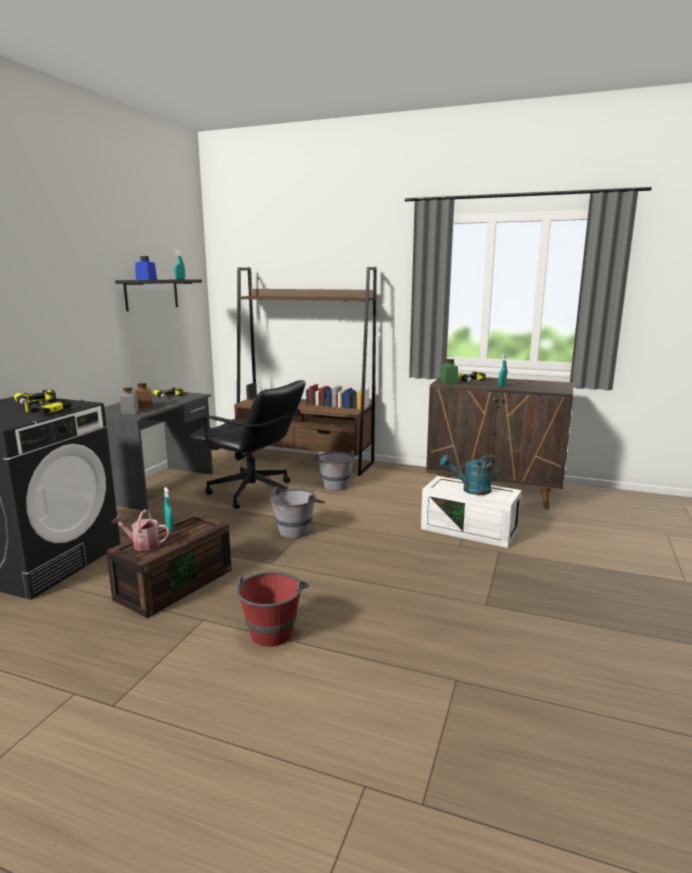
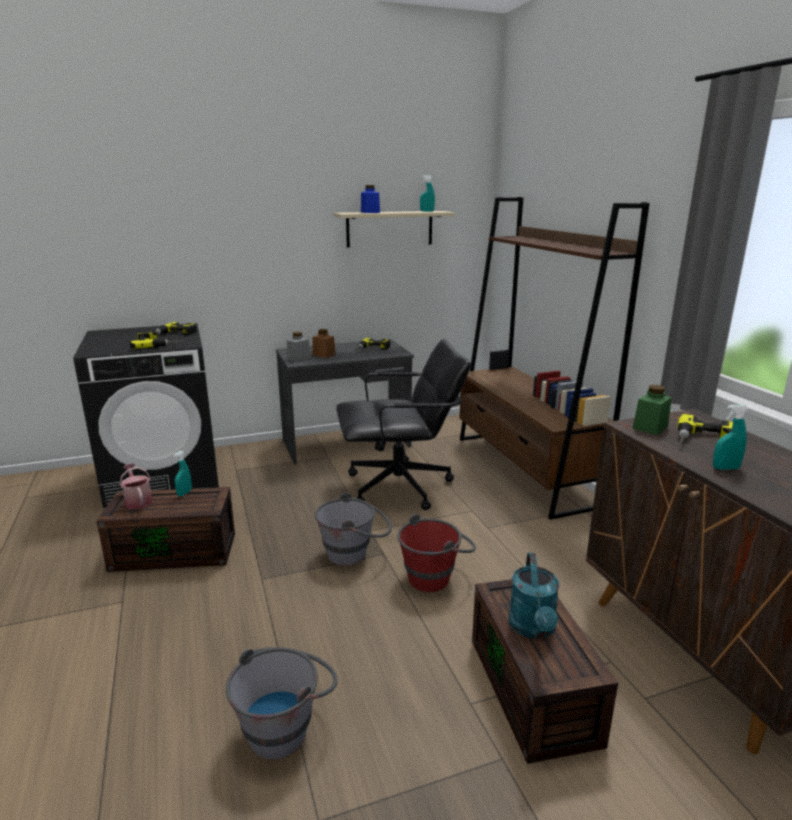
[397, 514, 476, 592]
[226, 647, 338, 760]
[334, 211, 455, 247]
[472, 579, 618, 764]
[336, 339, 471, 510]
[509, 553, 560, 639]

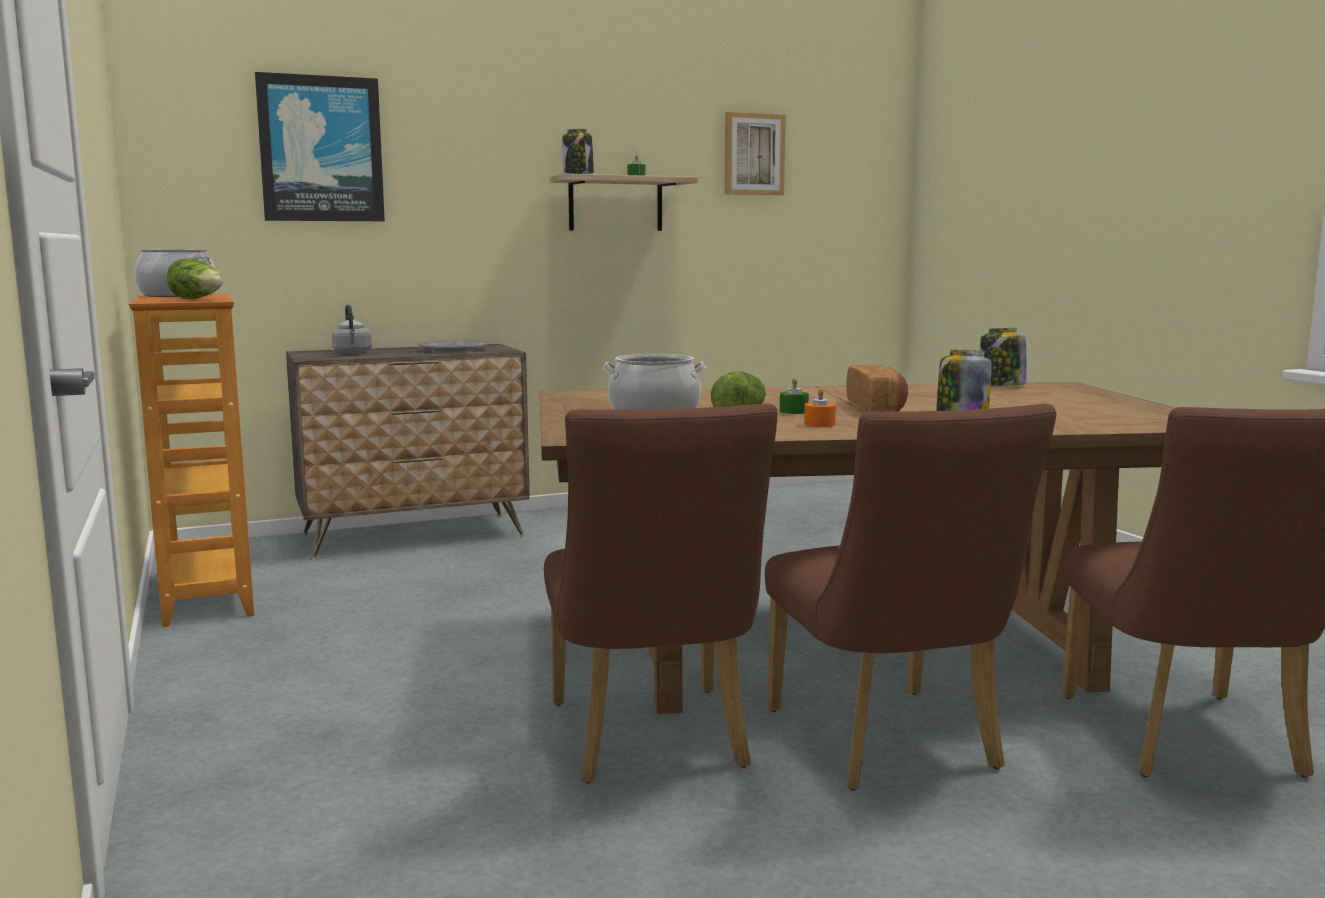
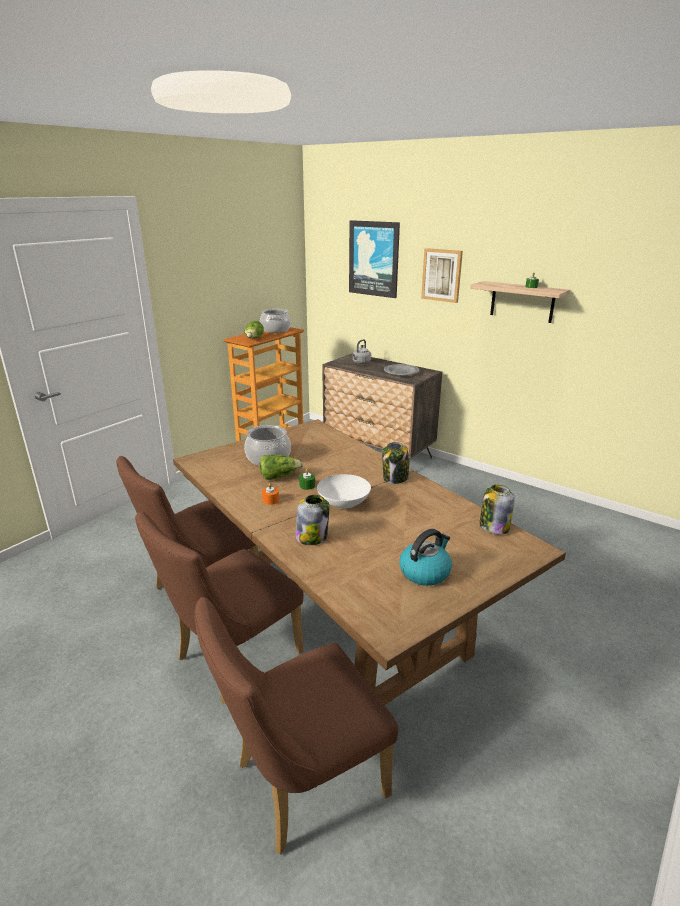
[399, 529, 452, 586]
[382, 442, 409, 484]
[421, 248, 463, 303]
[317, 474, 371, 509]

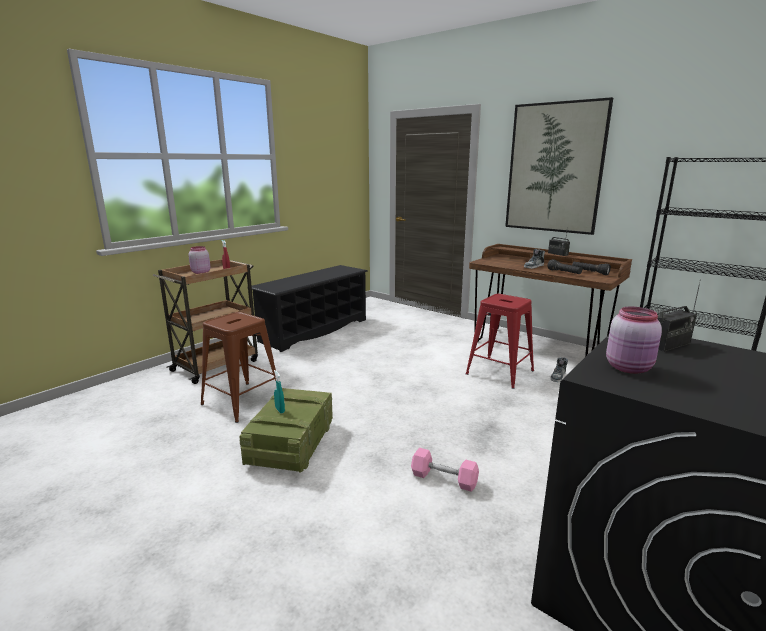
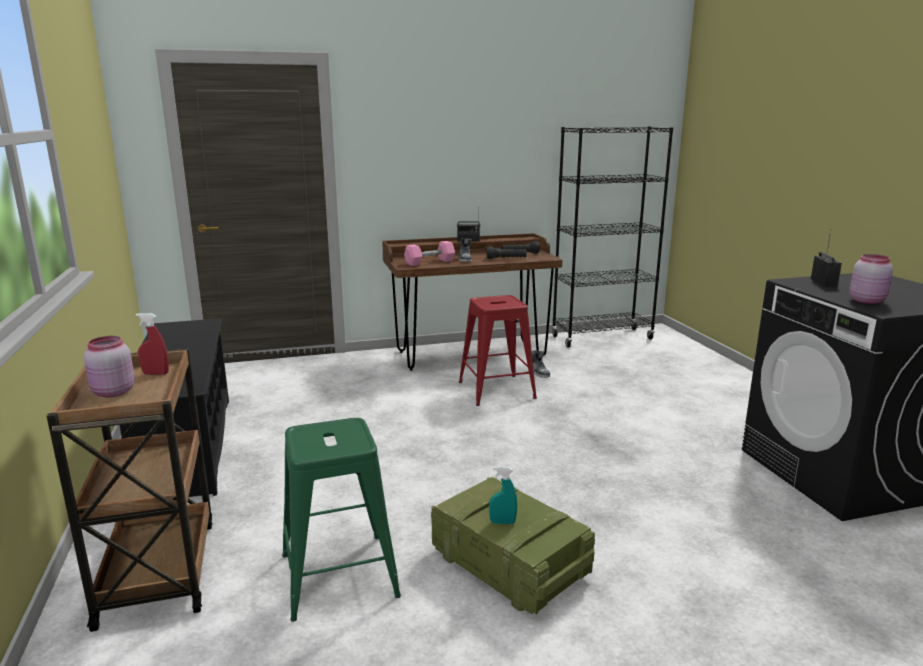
[505, 97, 613, 235] (first image)
[404, 241, 455, 266]
[282, 418, 401, 622]

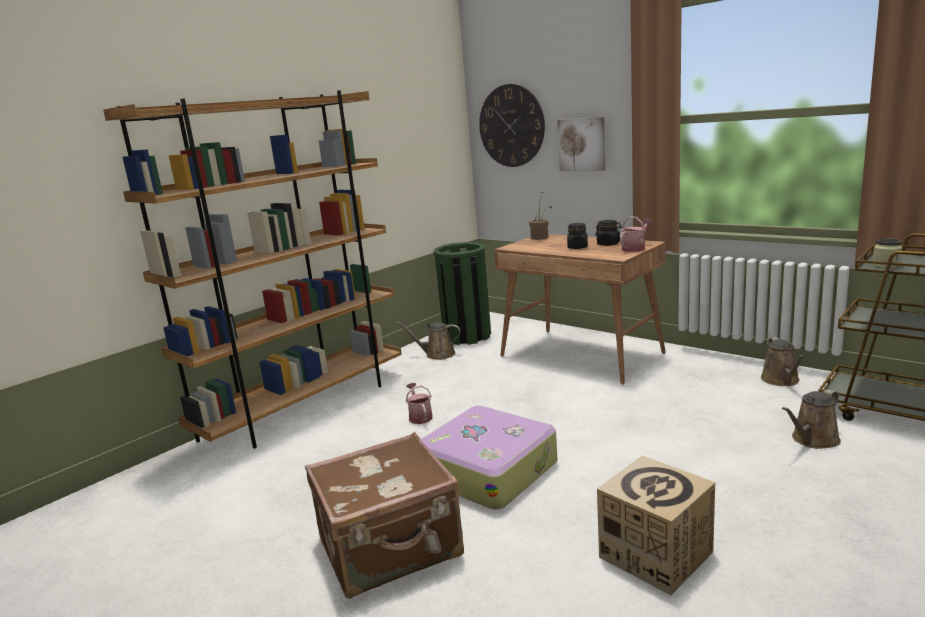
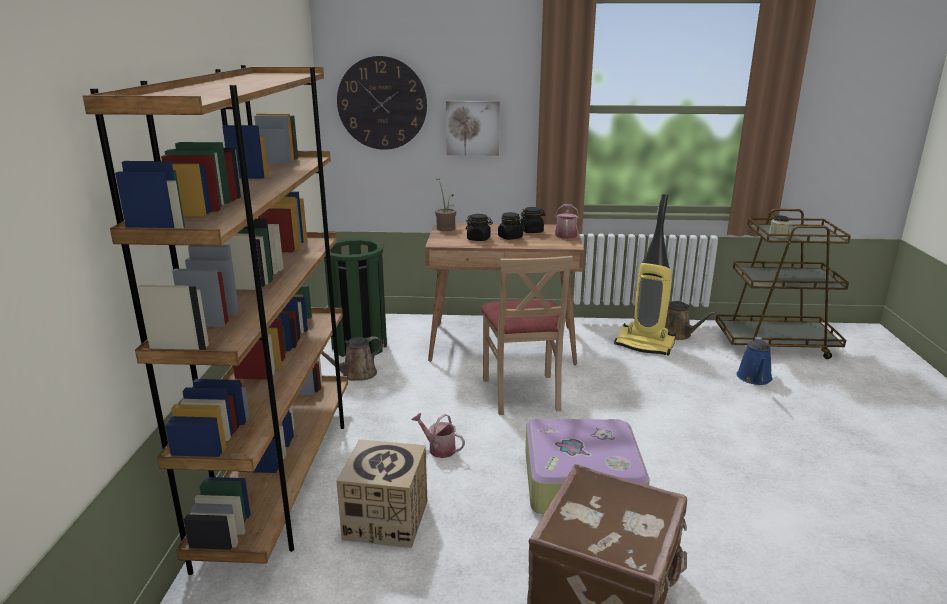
[466, 214, 493, 241]
[481, 256, 573, 415]
[614, 194, 676, 356]
[336, 439, 427, 548]
[736, 337, 773, 385]

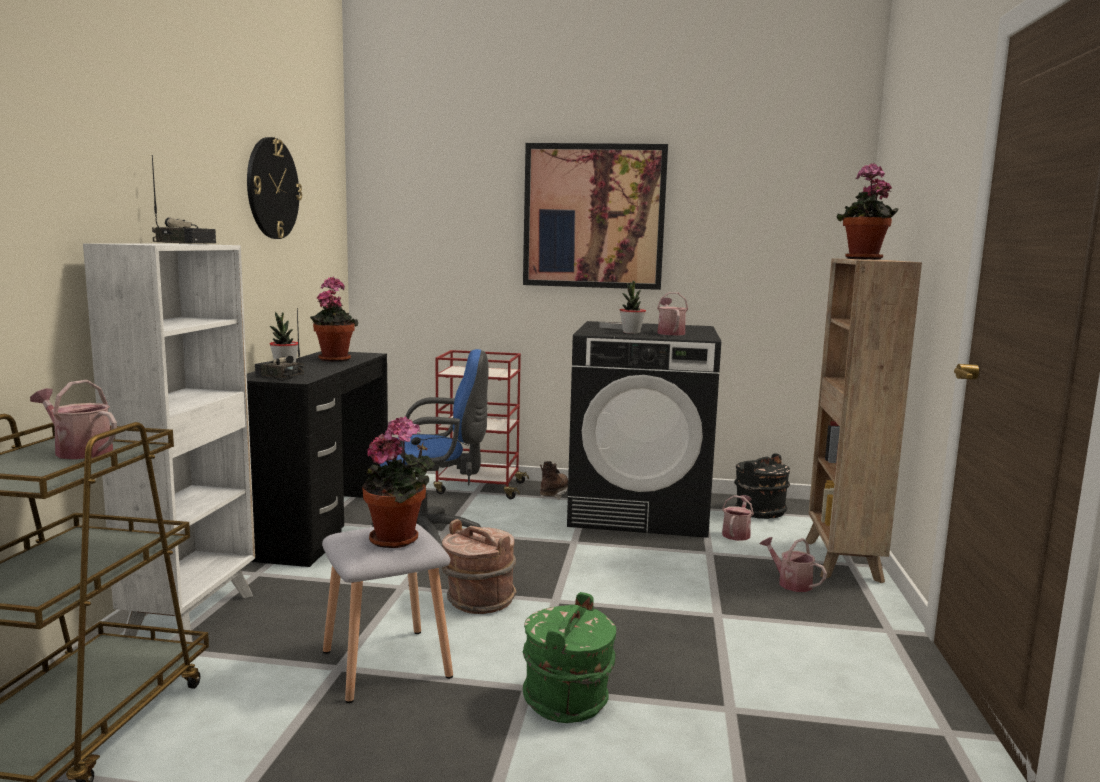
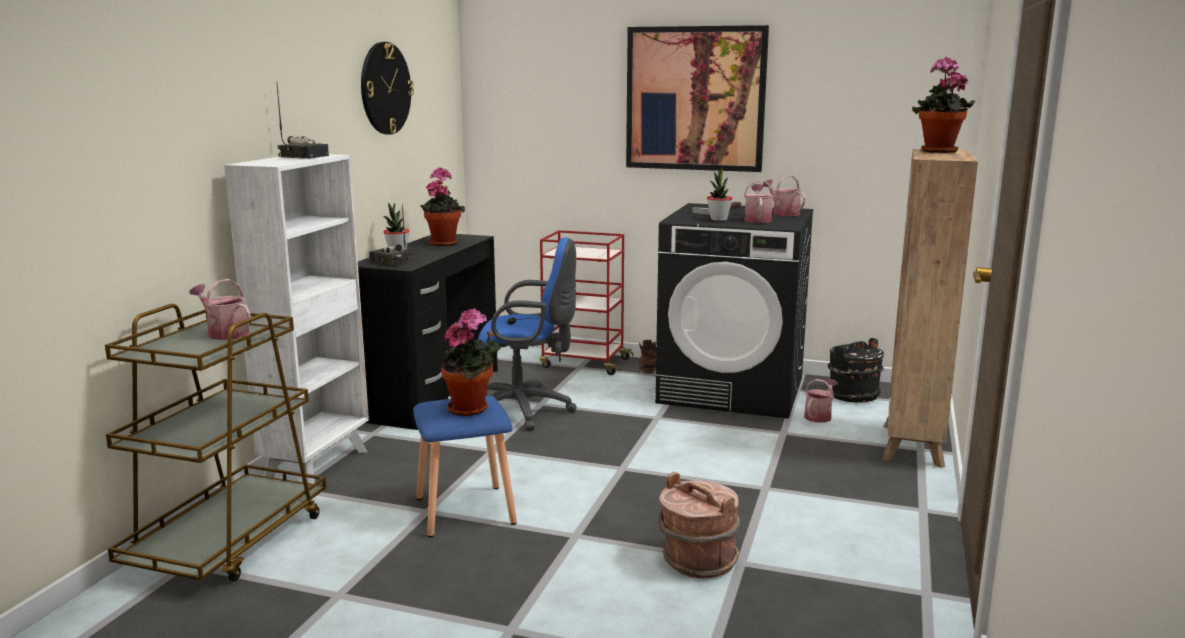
[523, 592, 616, 723] (first image)
[659, 472, 740, 578]
[763, 175, 806, 216]
[413, 395, 517, 537]

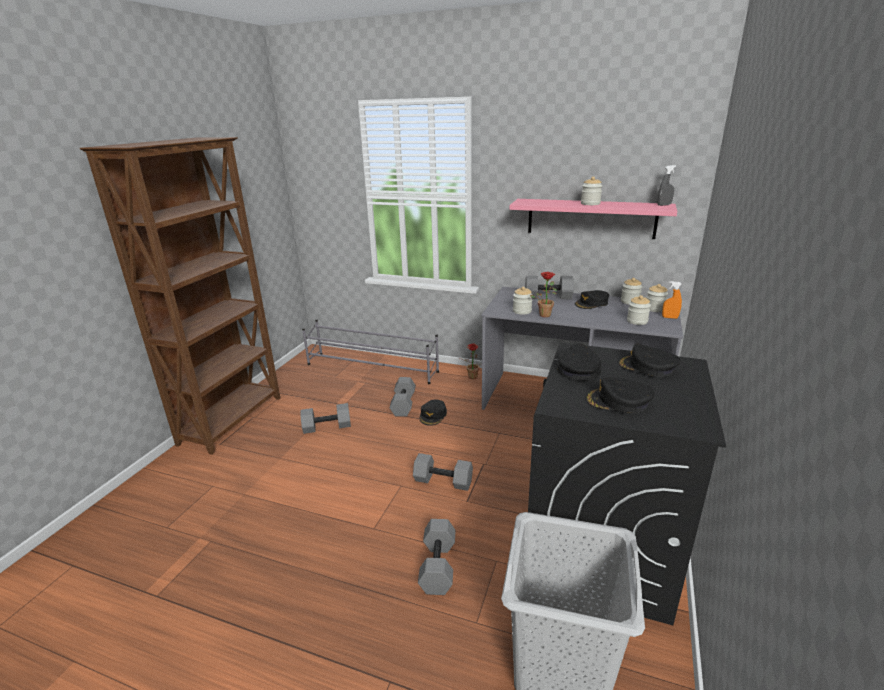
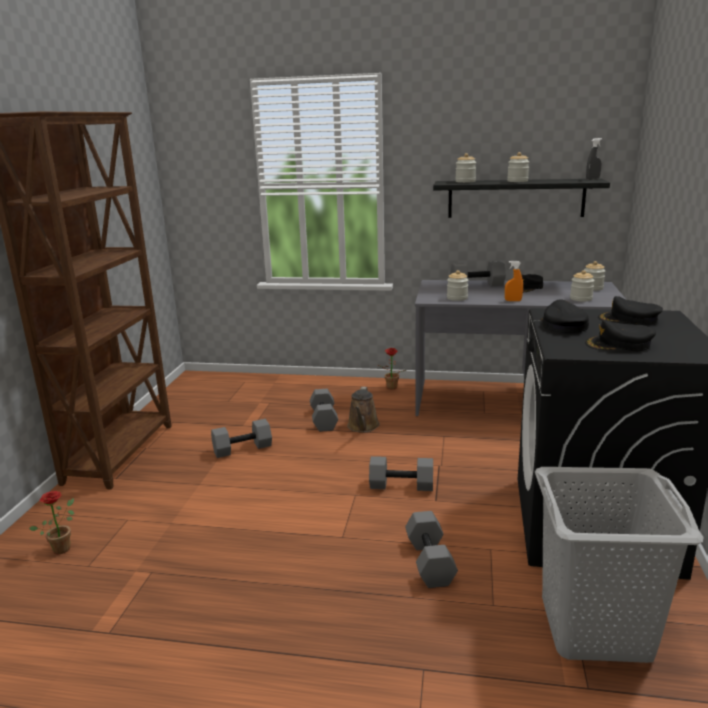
[302, 320, 439, 384] (first image)
[29, 491, 75, 554]
[455, 153, 476, 183]
[505, 261, 523, 301]
[347, 387, 380, 433]
[433, 179, 610, 218]

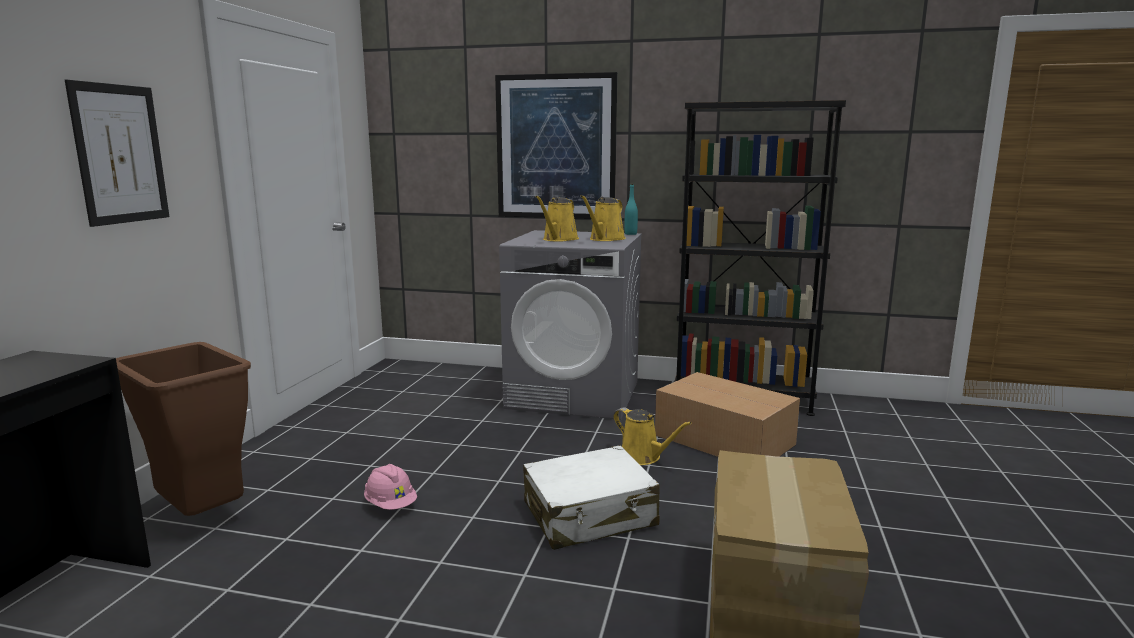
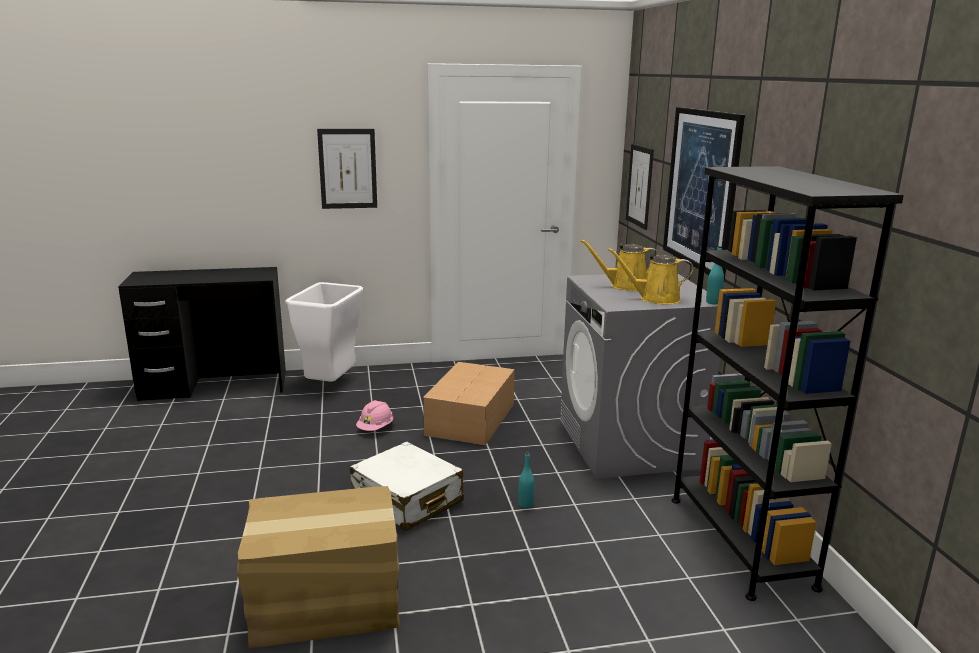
[626, 144, 654, 230]
[423, 362, 515, 446]
[518, 452, 534, 508]
[285, 282, 363, 382]

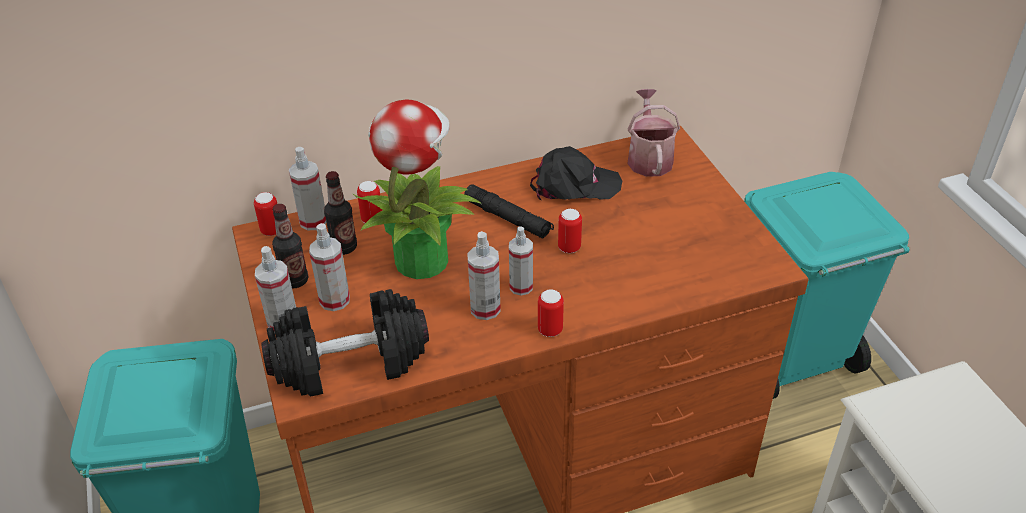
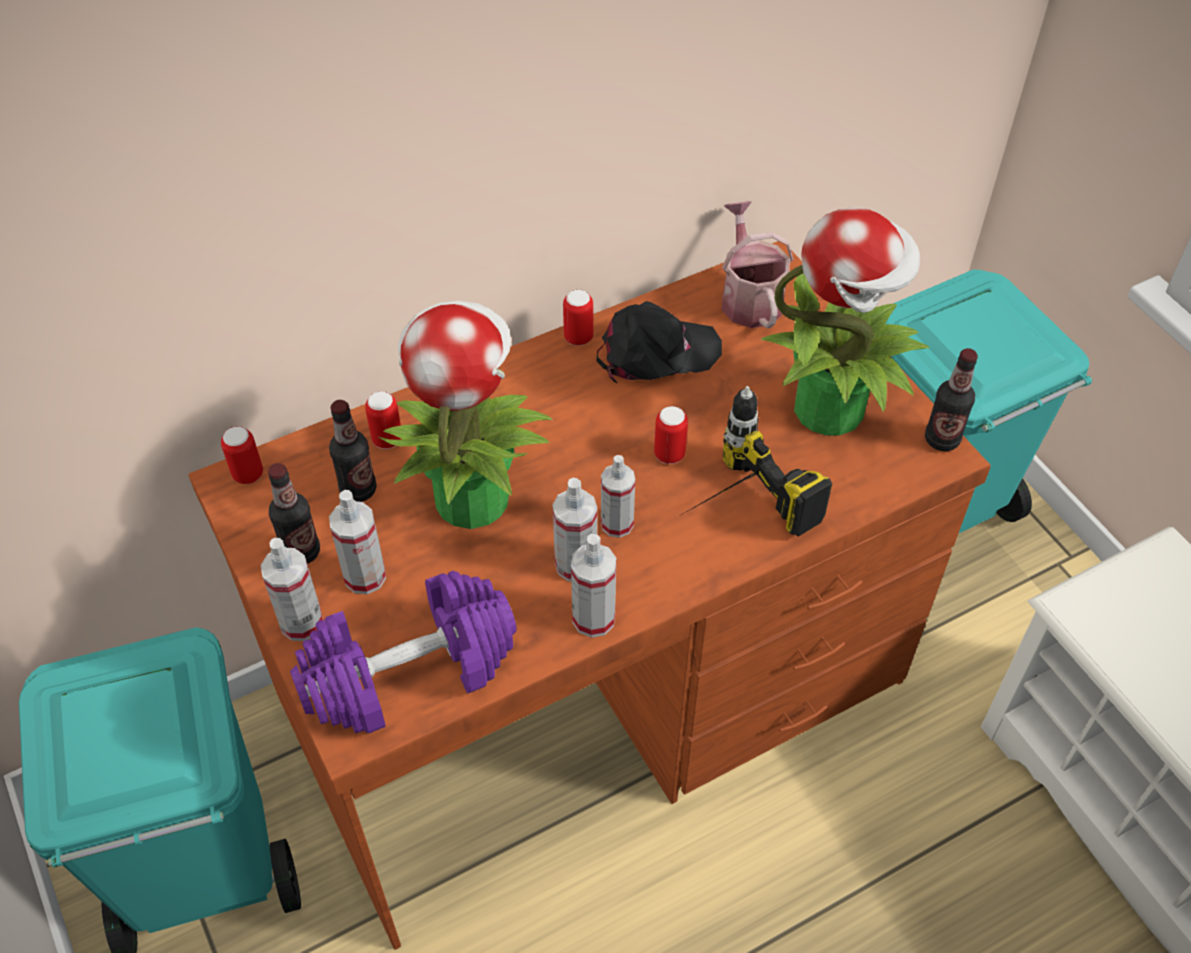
[464, 184, 554, 239] (first image)
[681, 386, 832, 536]
[761, 207, 929, 435]
[925, 348, 978, 451]
[571, 534, 616, 638]
[563, 290, 593, 346]
[290, 571, 517, 734]

